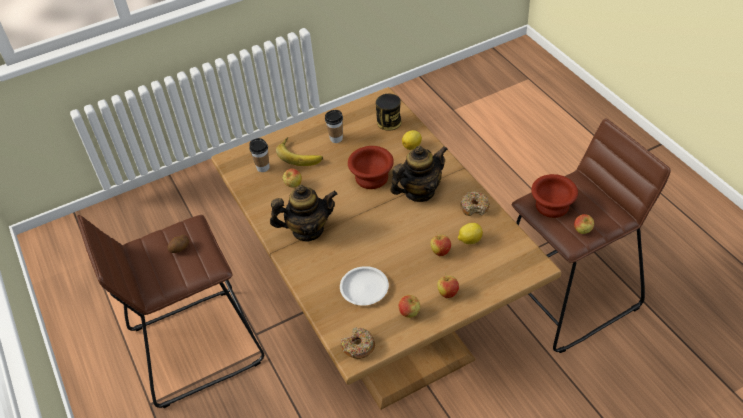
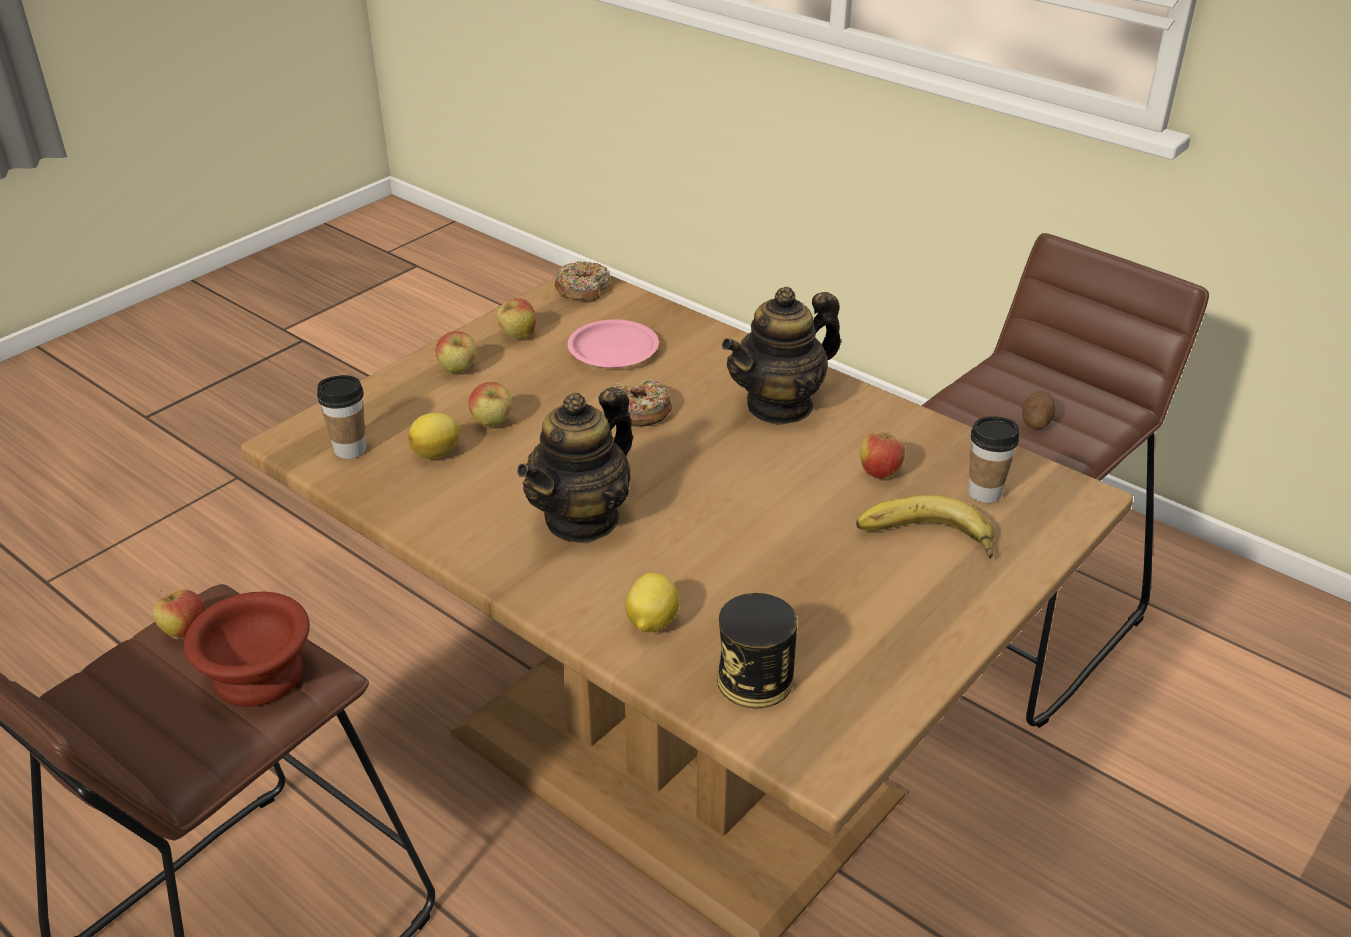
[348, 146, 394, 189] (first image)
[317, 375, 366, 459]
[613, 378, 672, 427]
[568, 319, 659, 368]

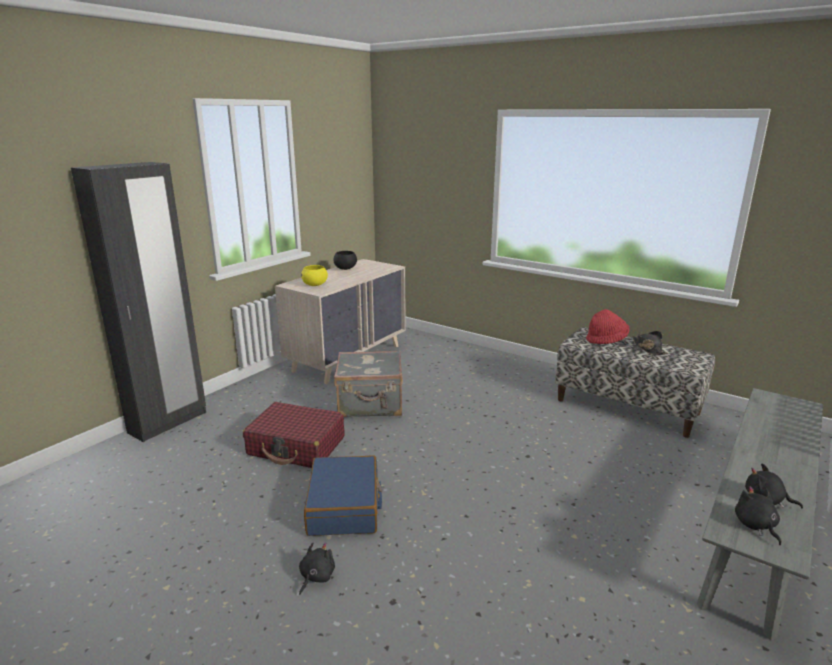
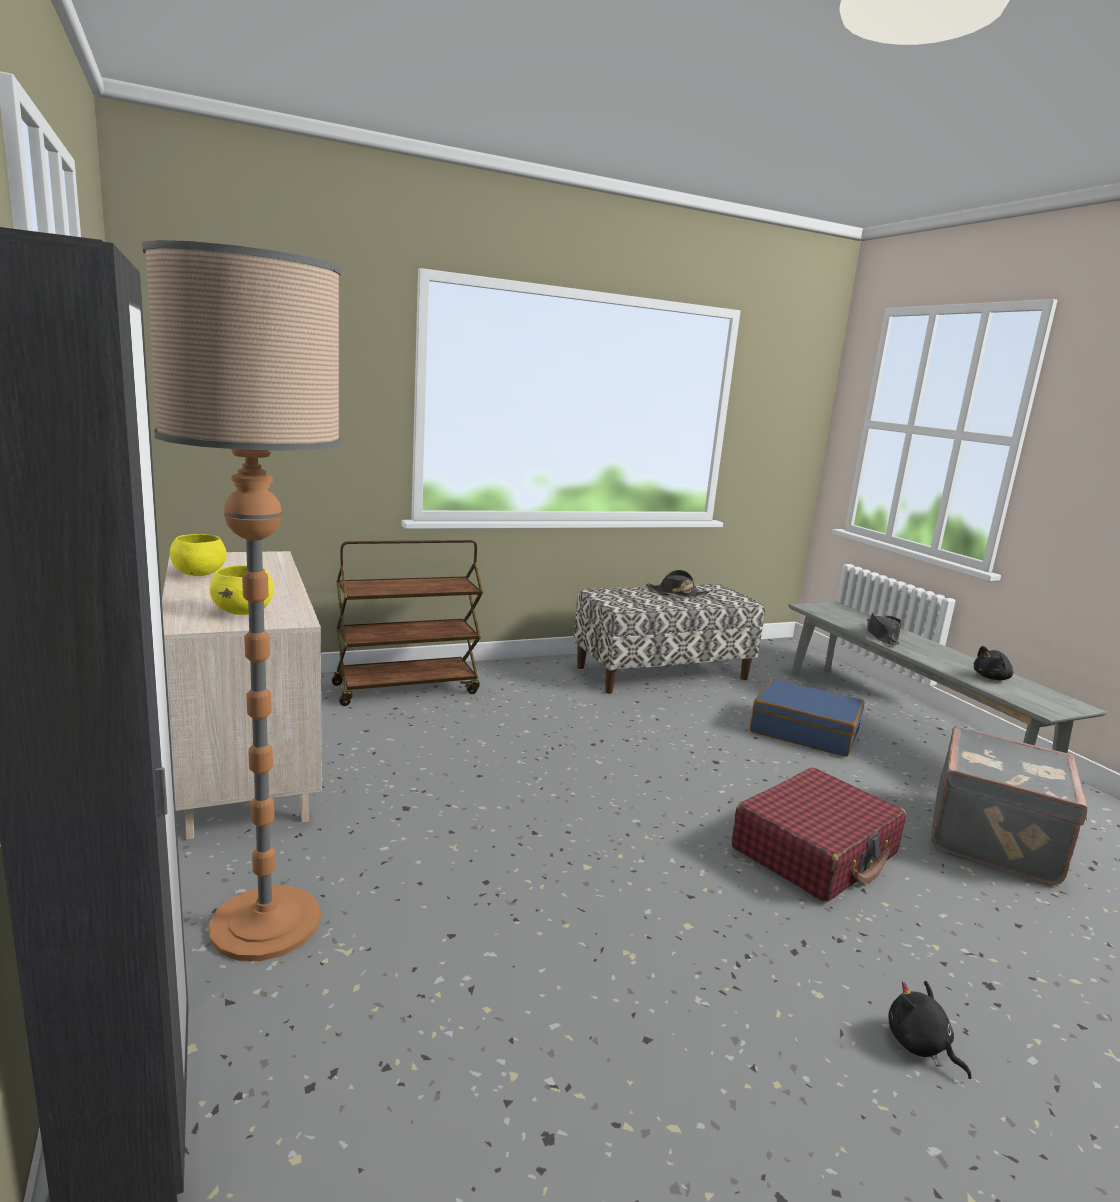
[586, 309, 630, 344] (first image)
[735, 486, 781, 545] (first image)
[142, 240, 341, 961]
[332, 540, 483, 706]
[867, 612, 902, 644]
[732, 768, 906, 902]
[750, 679, 864, 757]
[931, 725, 1088, 885]
[170, 534, 227, 576]

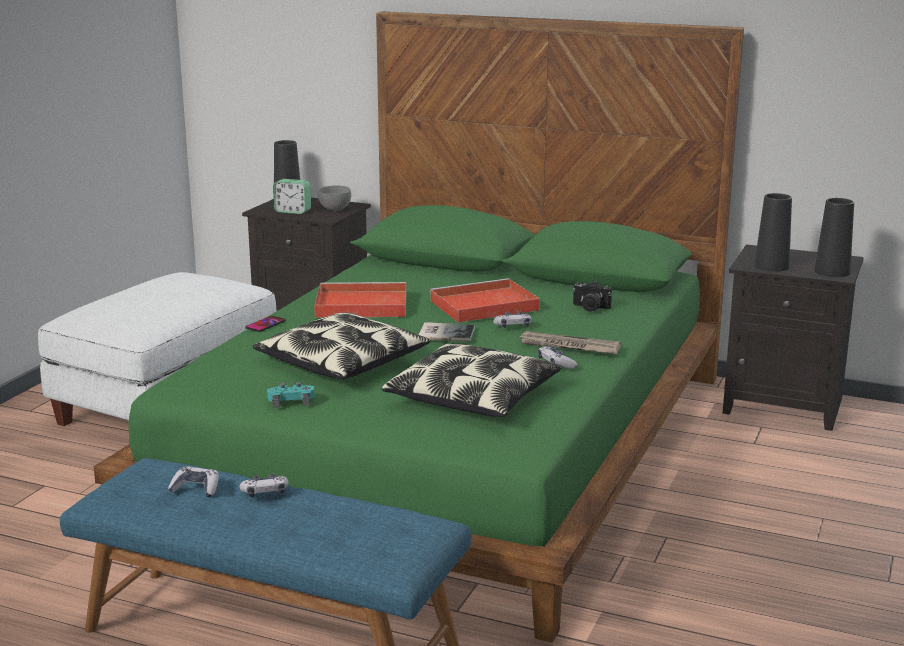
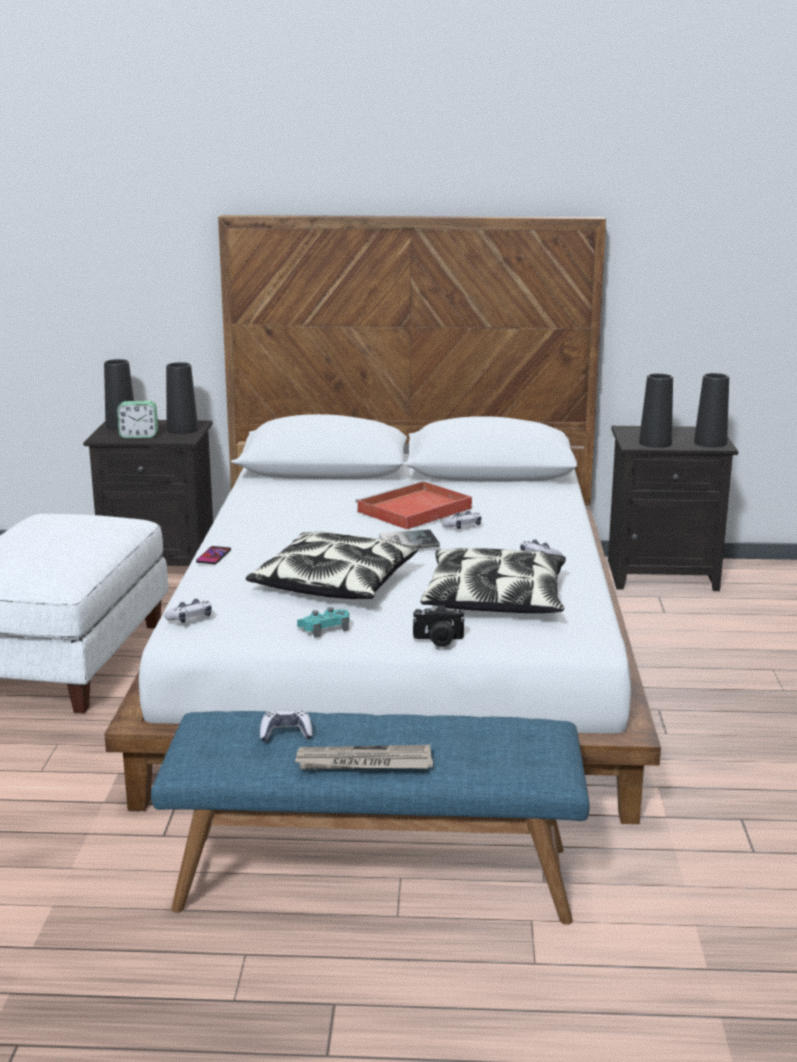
[314, 282, 407, 318] (first image)
[164, 599, 212, 623]
[295, 745, 433, 770]
[413, 604, 465, 647]
[166, 362, 198, 434]
[104, 215, 661, 824]

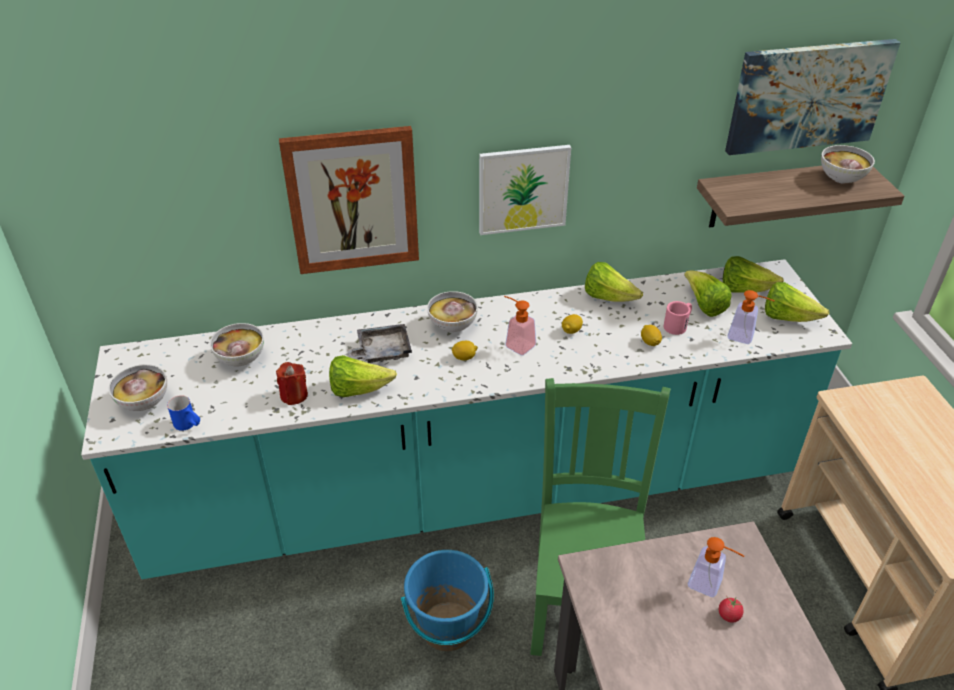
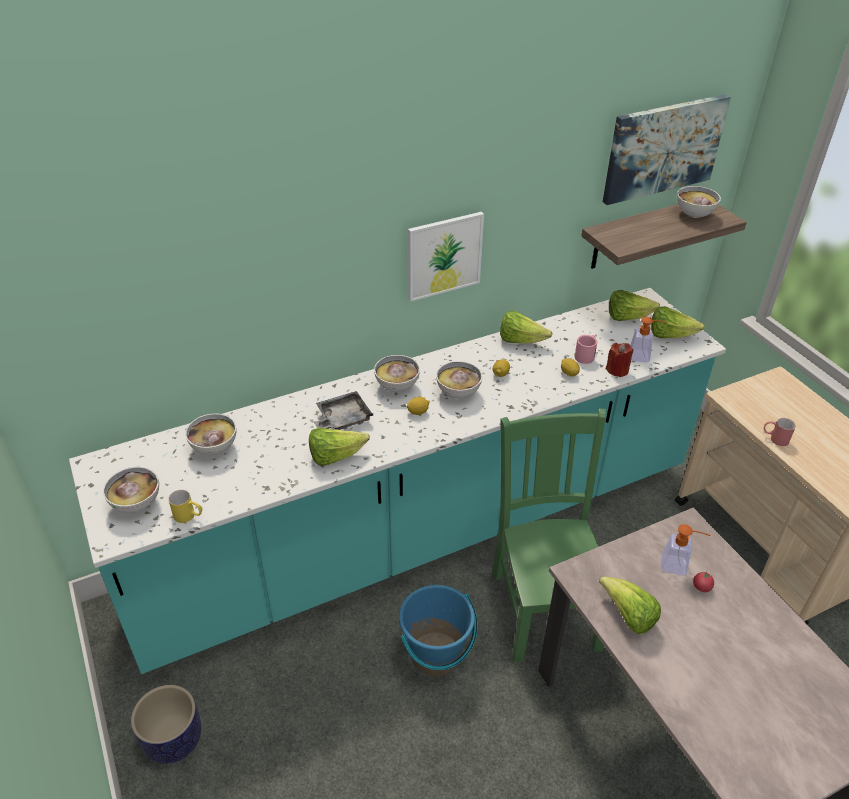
[279, 126, 419, 274] (first image)
[131, 685, 201, 764]
[764, 418, 796, 446]
[606, 343, 633, 377]
[599, 577, 661, 634]
[436, 361, 482, 399]
[168, 490, 202, 523]

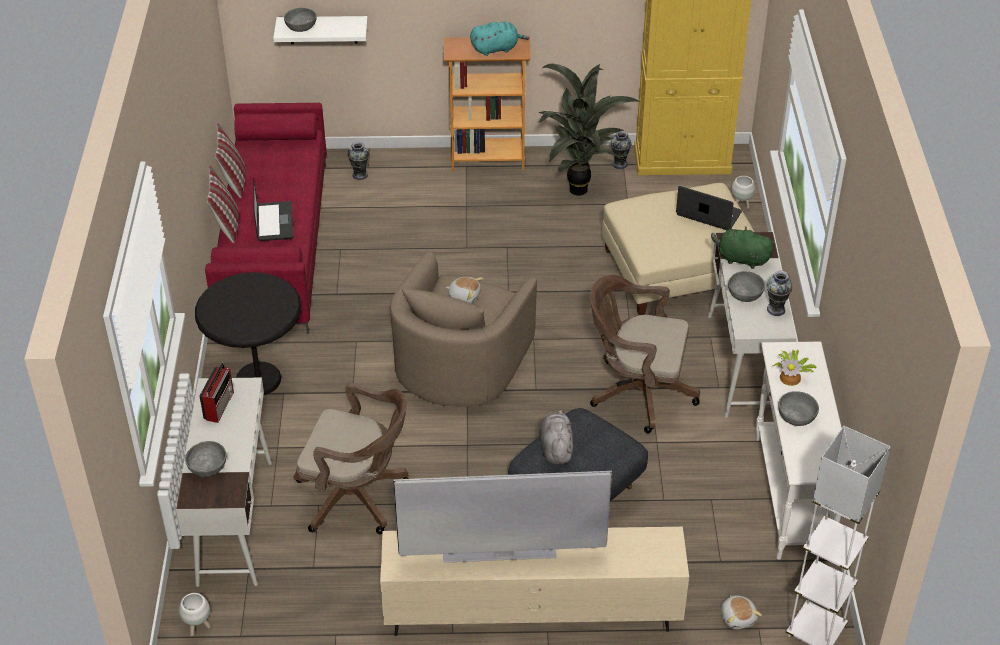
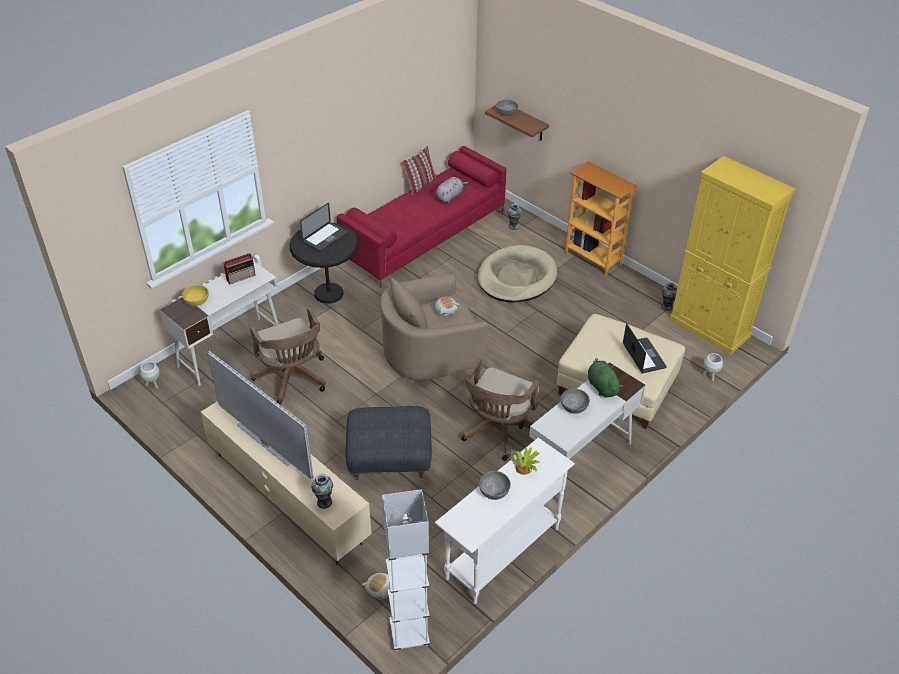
[207, 165, 239, 243] (first image)
[470, 22, 529, 56] (first image)
[538, 64, 641, 196] (first image)
[478, 245, 557, 302]
[300, 203, 348, 252]
[436, 177, 469, 203]
[311, 474, 333, 509]
[182, 285, 209, 306]
[485, 105, 549, 141]
[462, 358, 541, 461]

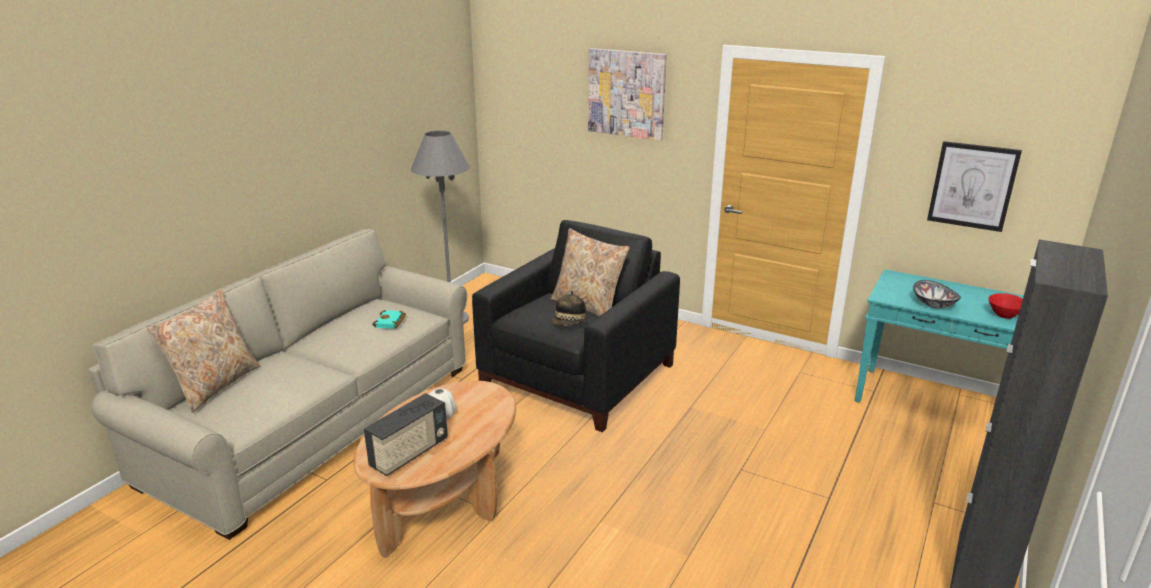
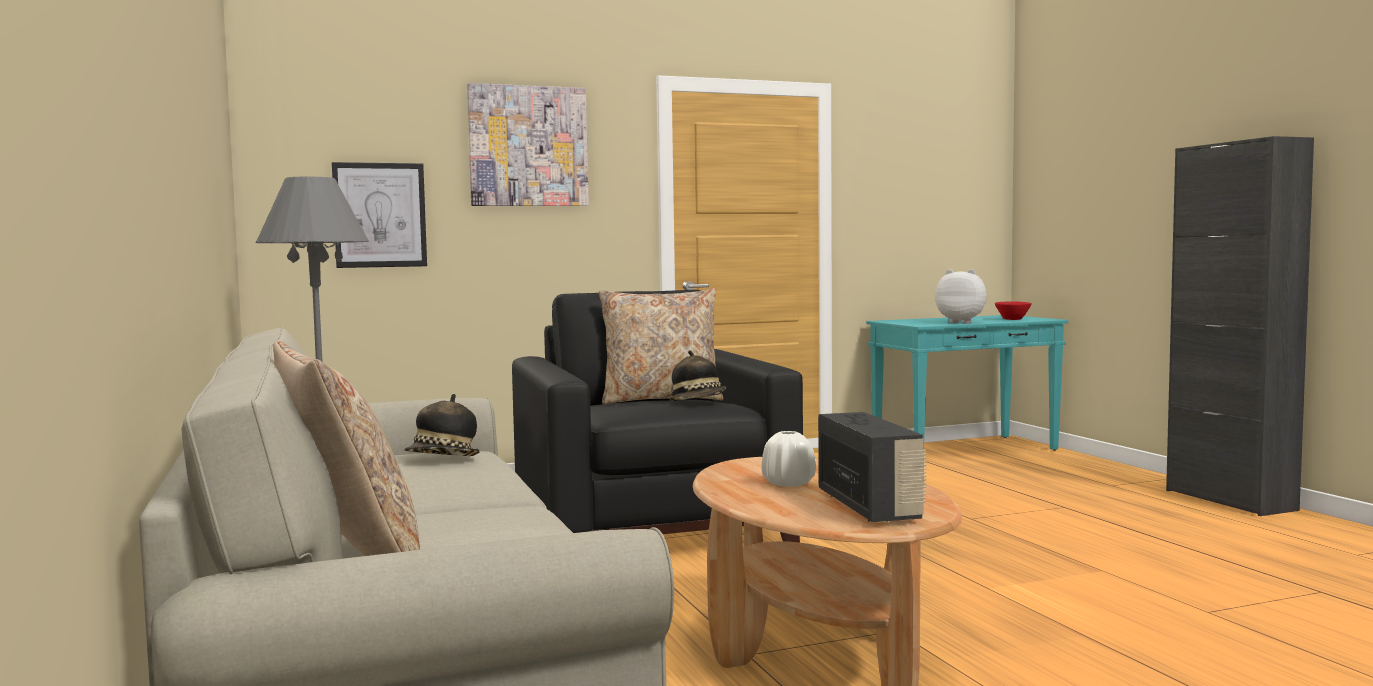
[332, 162, 427, 268]
[404, 394, 480, 456]
[935, 269, 987, 324]

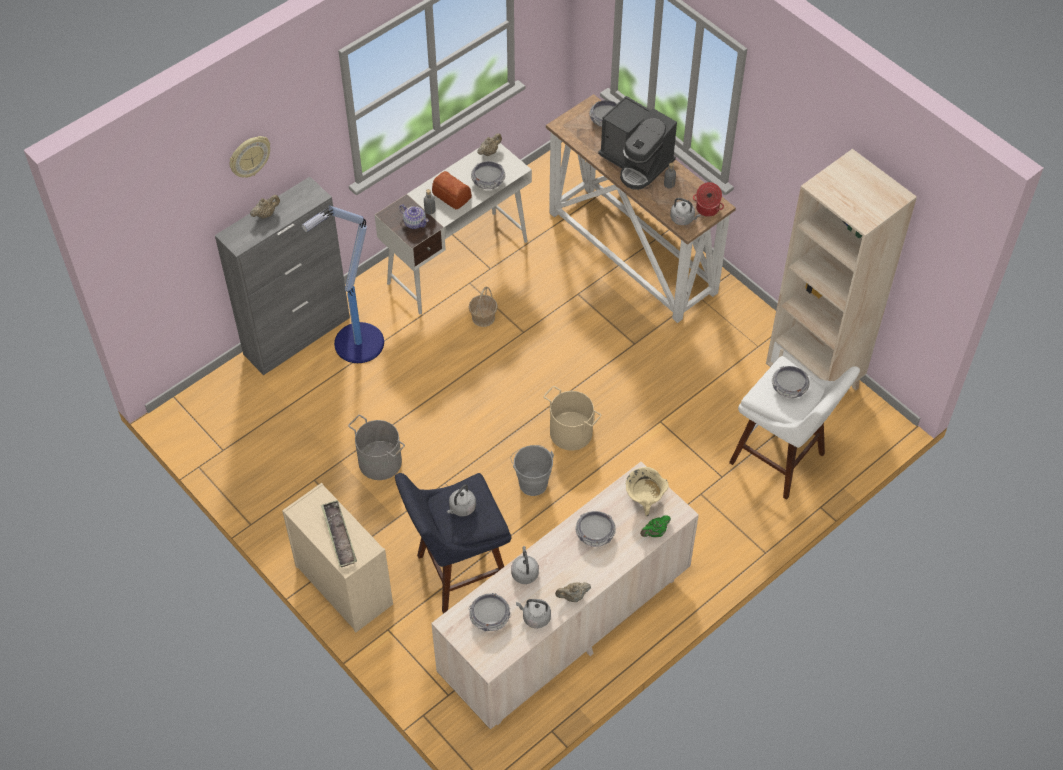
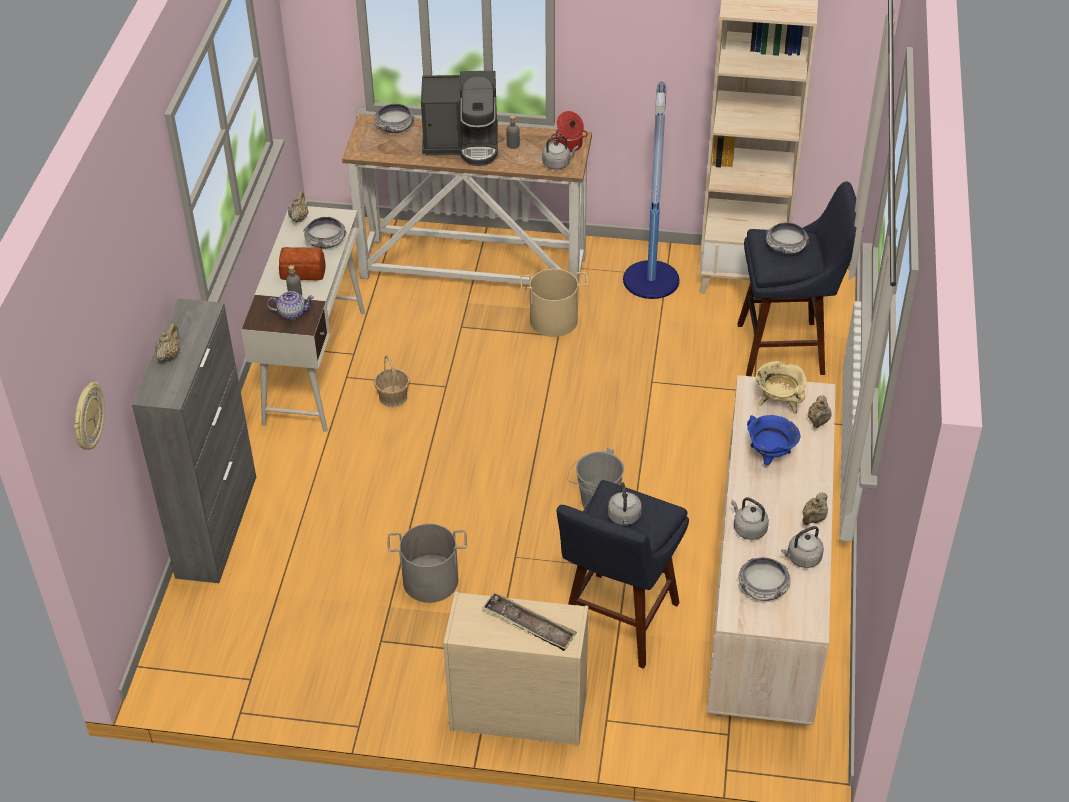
[74, 382, 105, 450]
[623, 82, 680, 299]
[520, 269, 588, 337]
[747, 415, 800, 465]
[808, 395, 831, 428]
[737, 182, 863, 376]

